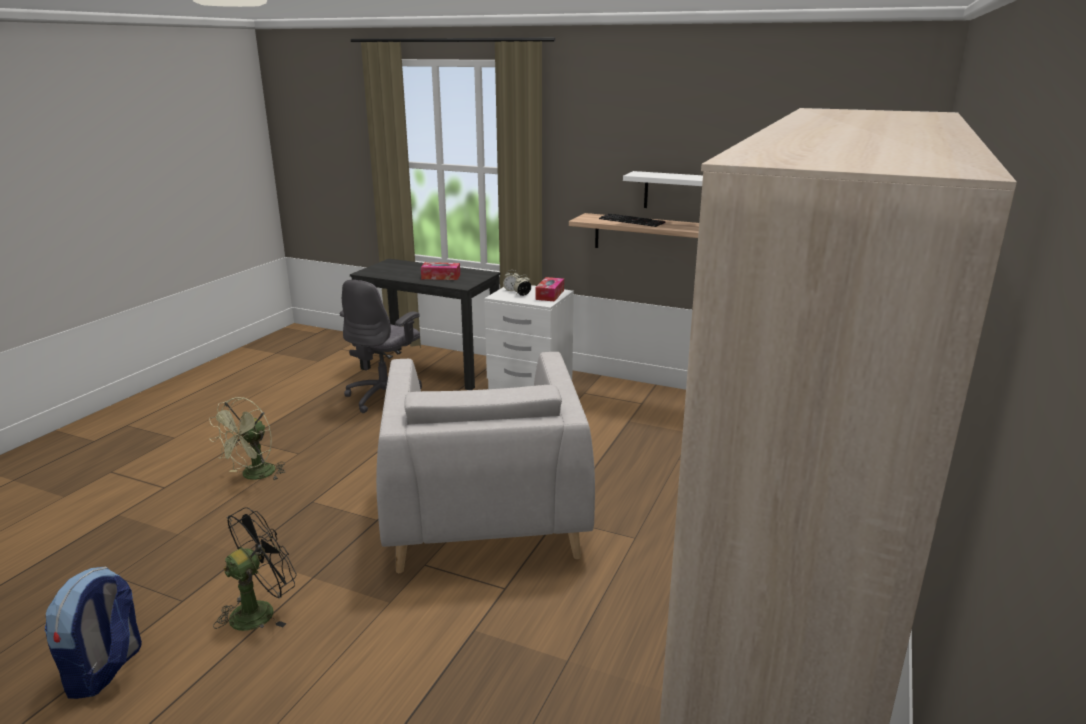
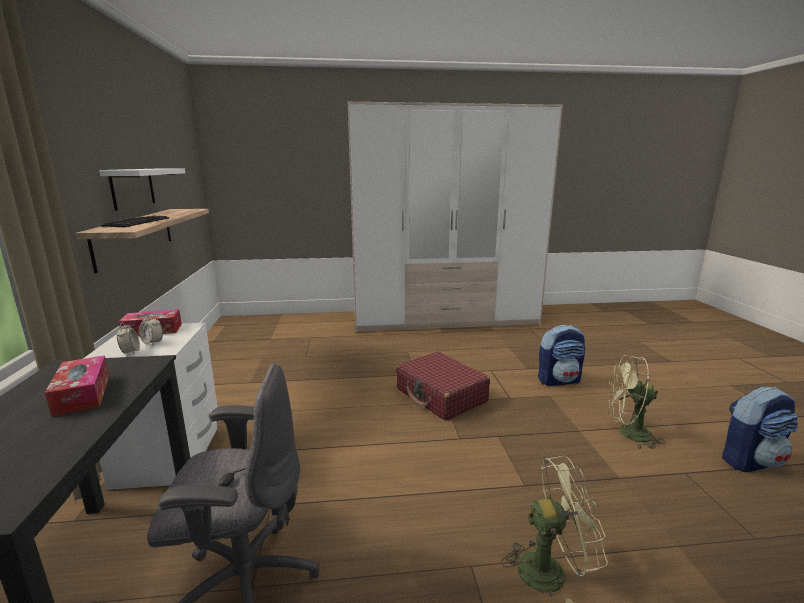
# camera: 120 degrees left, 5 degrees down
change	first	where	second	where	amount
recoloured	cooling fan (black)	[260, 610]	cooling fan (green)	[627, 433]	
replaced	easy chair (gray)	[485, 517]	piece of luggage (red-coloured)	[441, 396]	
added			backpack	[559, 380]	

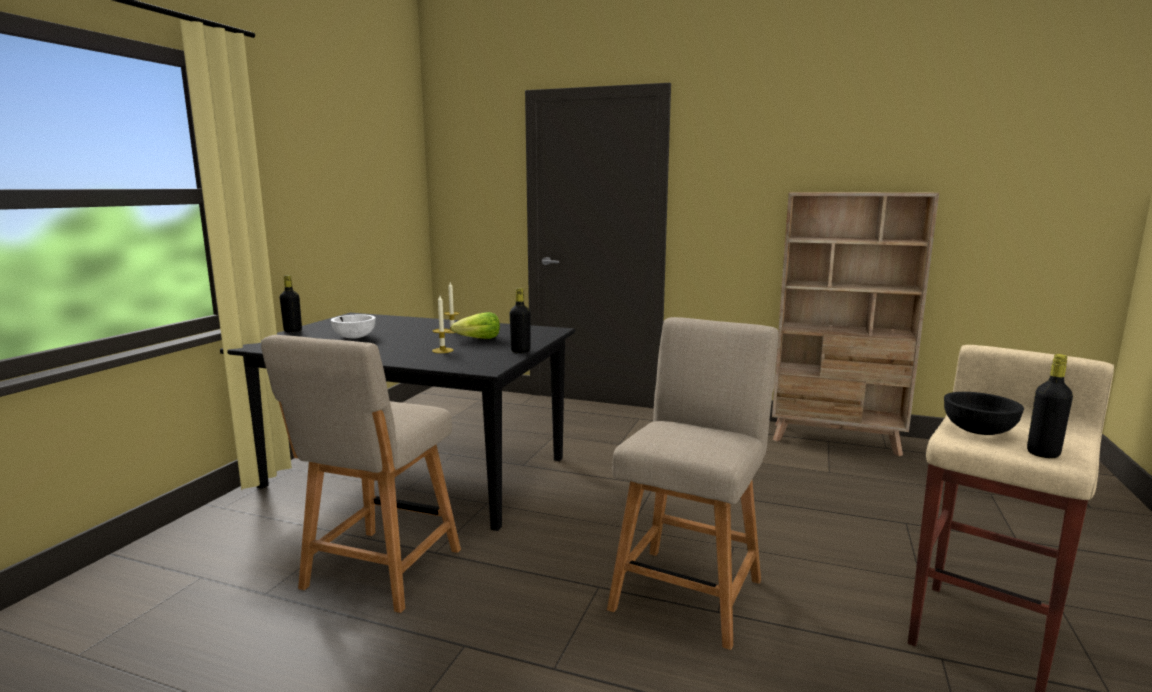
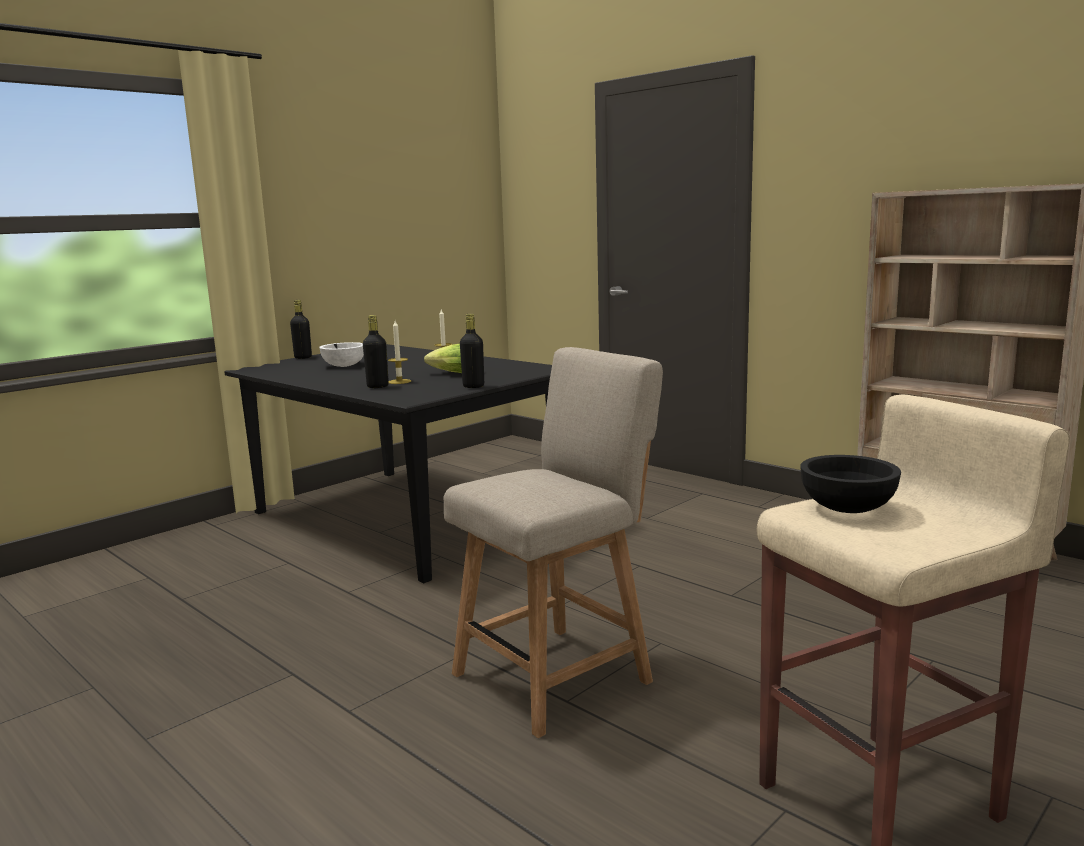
# camera: 25 degrees right, 0 degrees up
change	first	where	second	where	amount
removed	chair (beige)	[378, 572]			
moved	bottle (black)	[1043, 453]		[377, 386]	

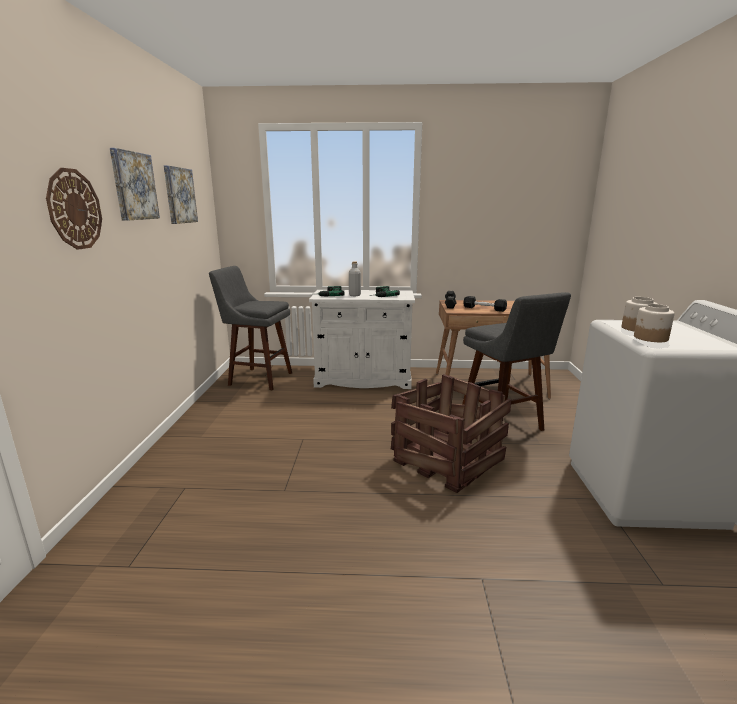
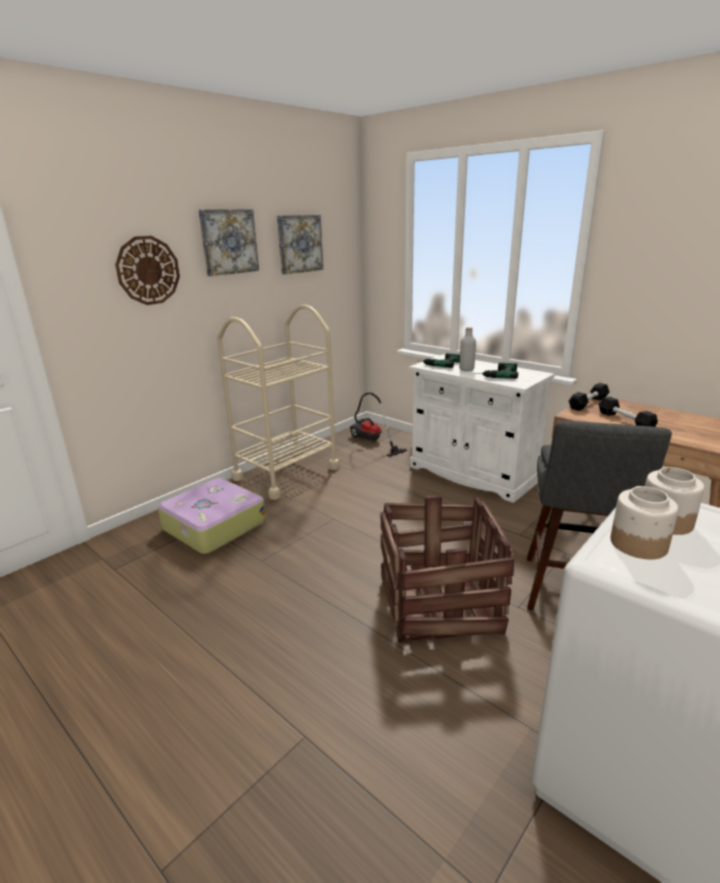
# camera: 40 degrees right, 5 degrees up
change	first	where	second	where	amount
replaced	sitting stool (gray)	[258, 378]	vacuum	[371, 441]	
added			piece of luggage	[213, 526]	
added			wheeled cart (beige)	[286, 473]	

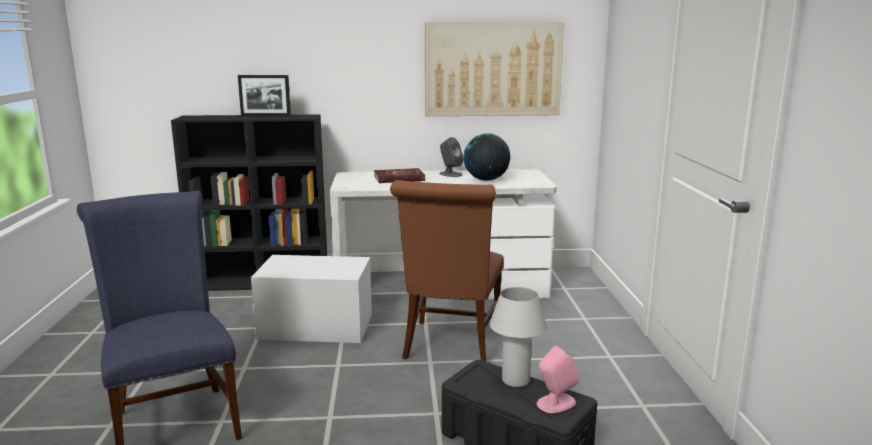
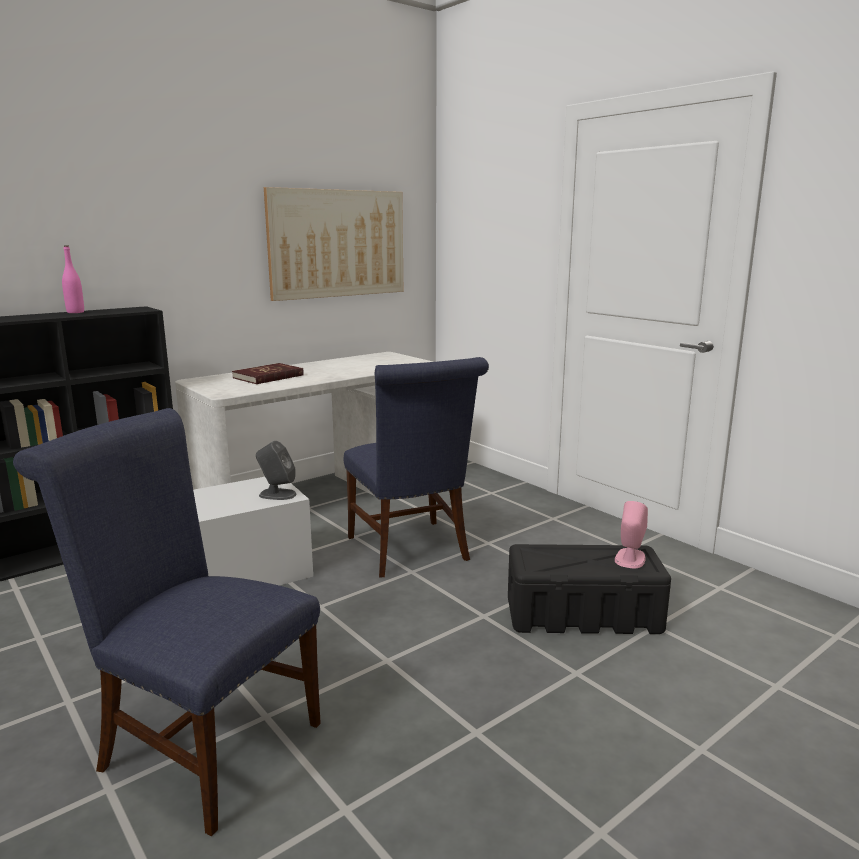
# camera: 35 degrees left, 0 degrees up
change	first	where	second	where	amount
replaced	standing frame	[266, 115]	bottle (pink)	[75, 312]	
recoloured	chair (brownish)	[451, 346]	chair (blue-coloured)	[411, 551]	
moved	speaker (gray)	[450, 174]		[277, 494]	
removed	world globe	[486, 180]			
removed	lamp for a table (white-coloured)	[515, 381]			

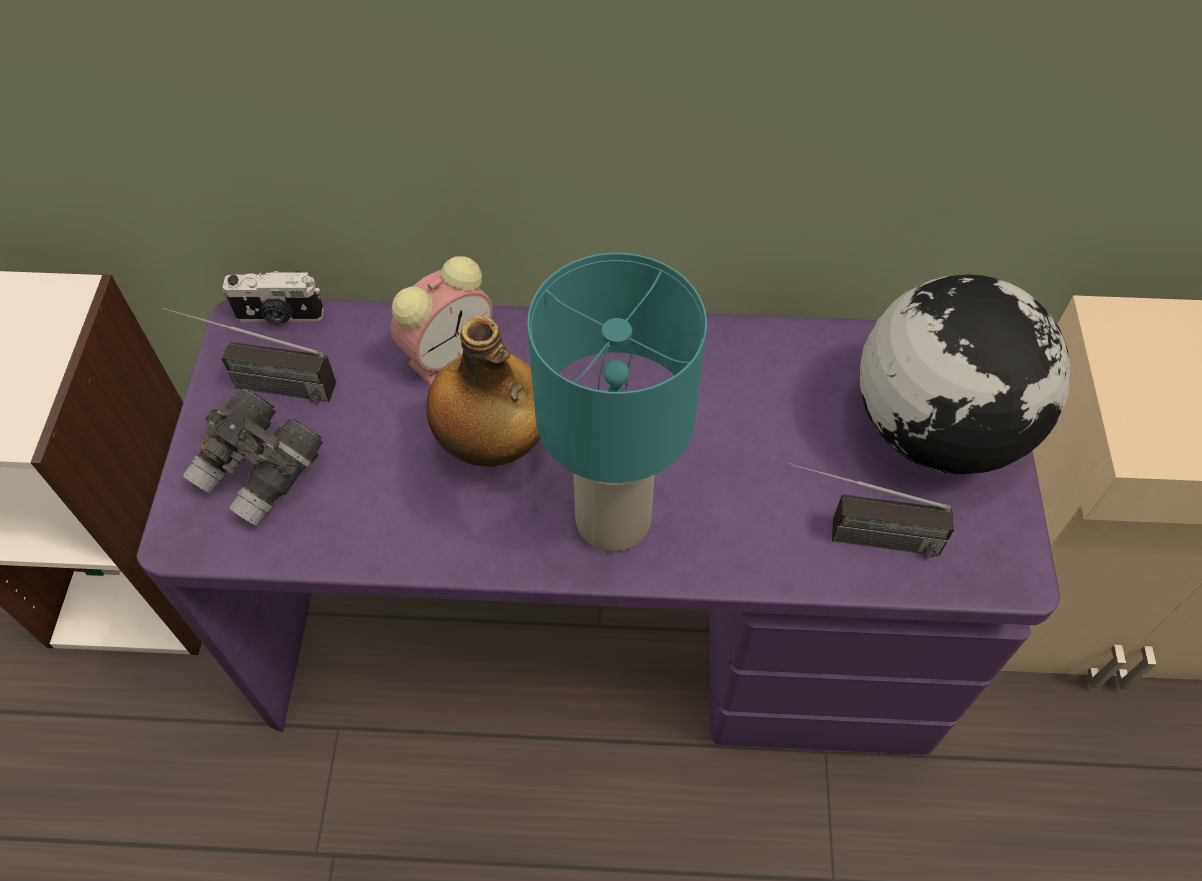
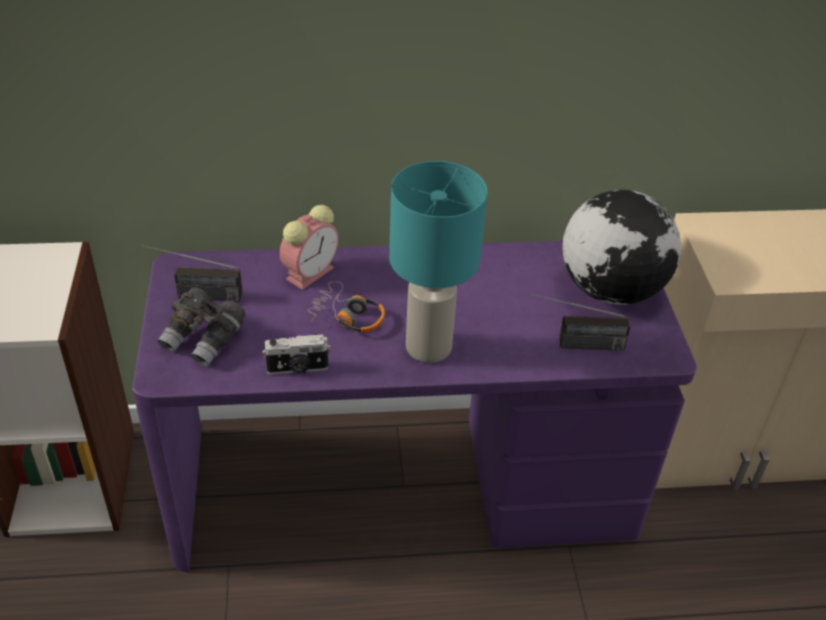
# camera: 10 degrees left, 15 degrees down
change	first	where	second	where	amount
moved	still camera	[280, 316]		[297, 369]	
replaced	bottle	[493, 446]	pair of headphones	[347, 316]	

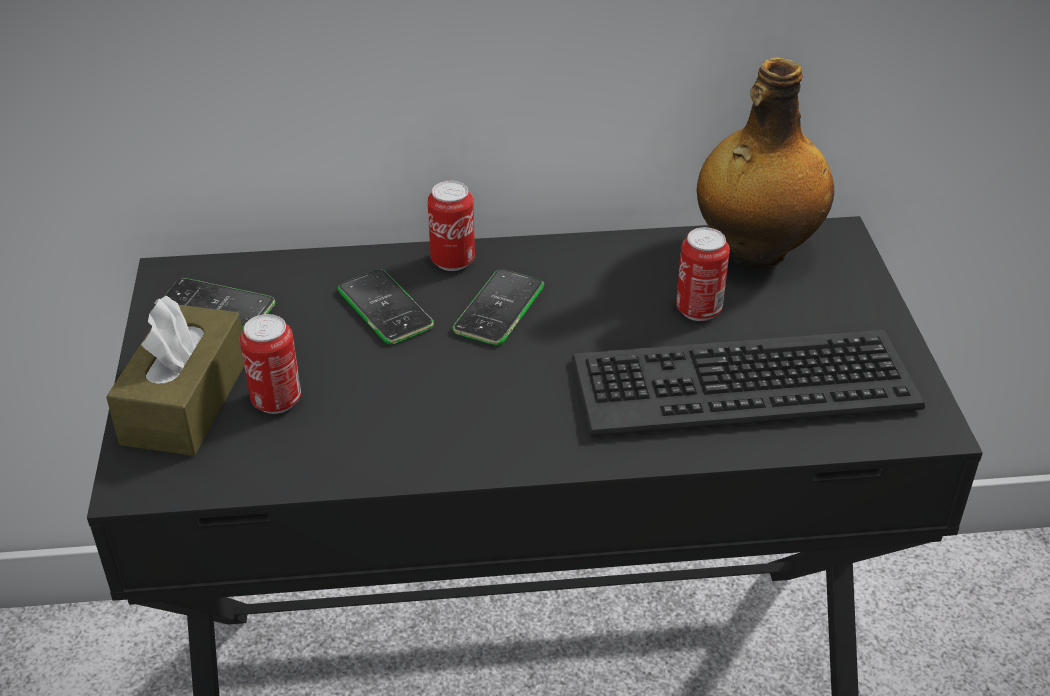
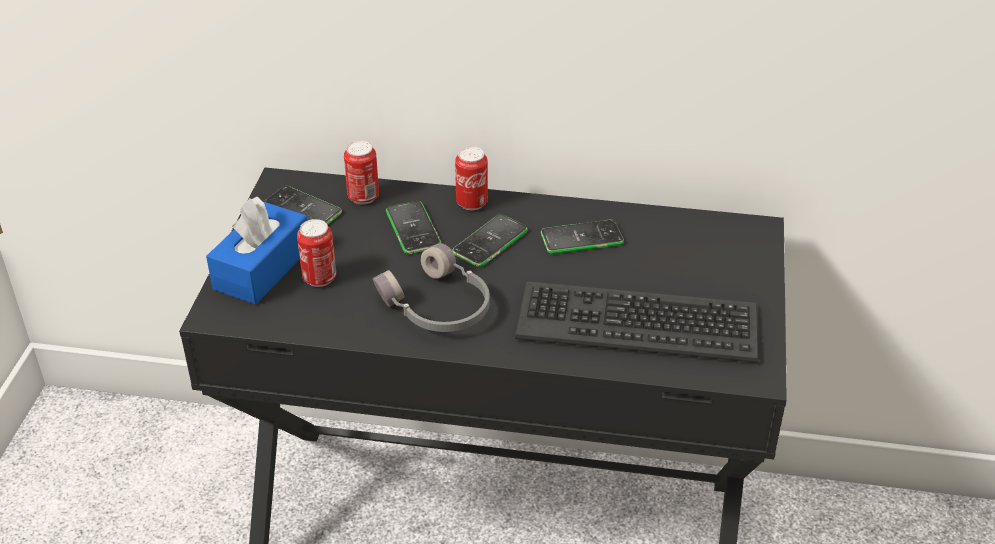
# camera: 15 degrees right, 0 degrees up
change	first	where	second	where	amount
recoloured	box of tissues (brownish)	[185, 401]	box of tissues (blue-coloured)	[262, 268]	
moved	sealed can	[698, 310]		[363, 197]	
removed	bottle	[754, 251]			
added			pair of headphones (gray)	[437, 307]	
added			handset	[582, 238]	

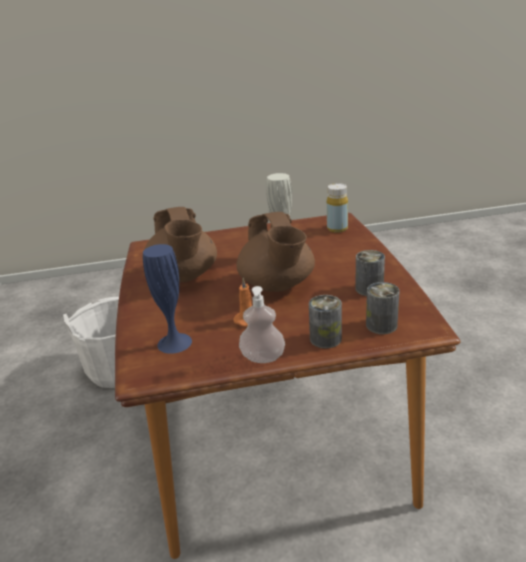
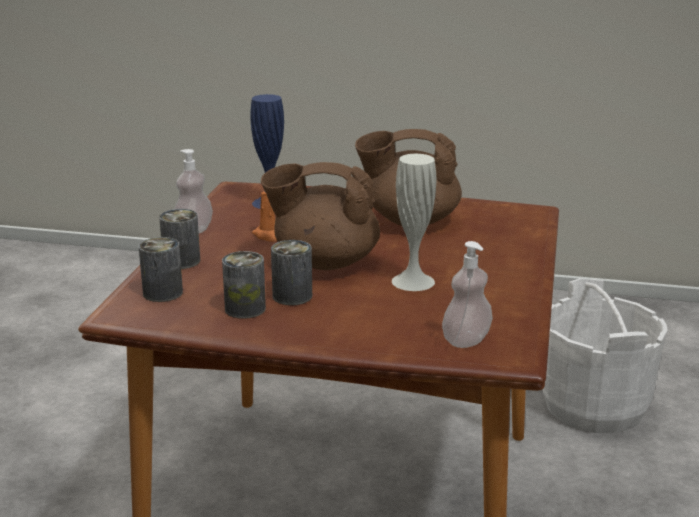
# camera: 110 degrees right, 5 degrees down
change	first	where	second	where	amount
replaced	bottle (yellowish)	[337, 228]	soap bottle	[466, 340]	
added			sealed can	[292, 296]	

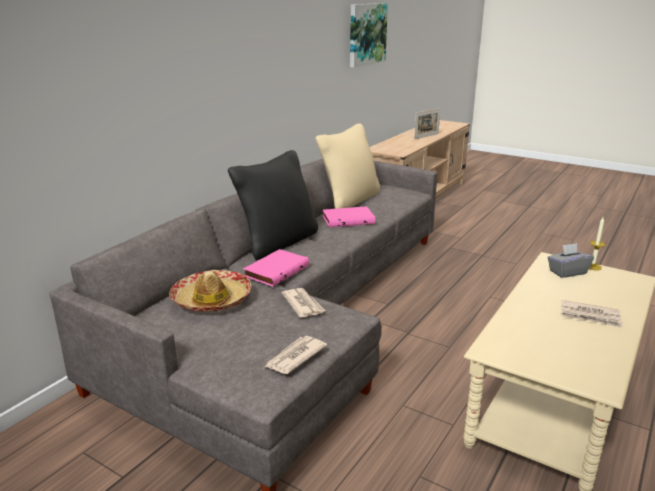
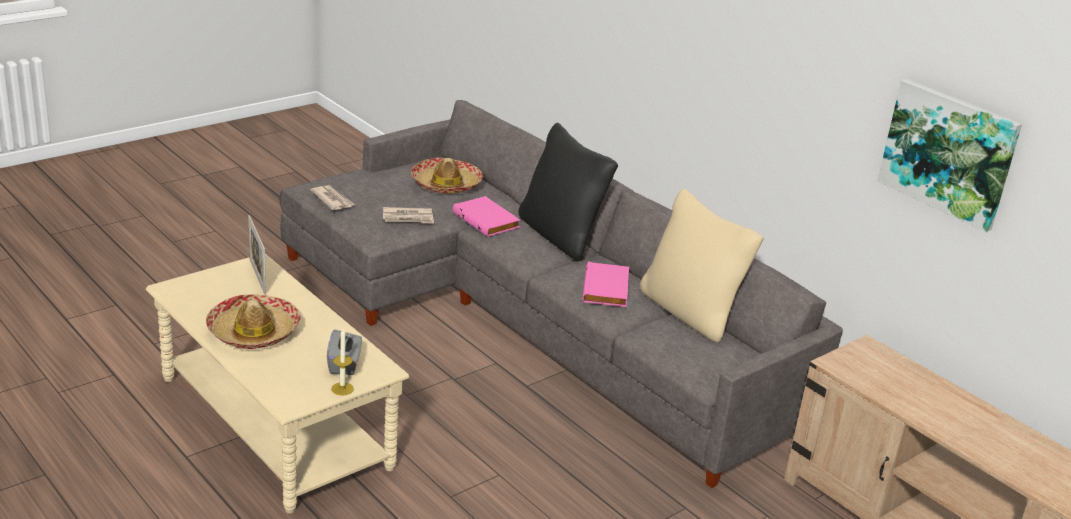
# camera: 105 degrees right, 5 degrees up
change	first	where	second	where	amount
moved	standing frame	[426, 136]		[257, 277]	
replaced	newspaper	[590, 316]	clothing hat	[253, 331]	

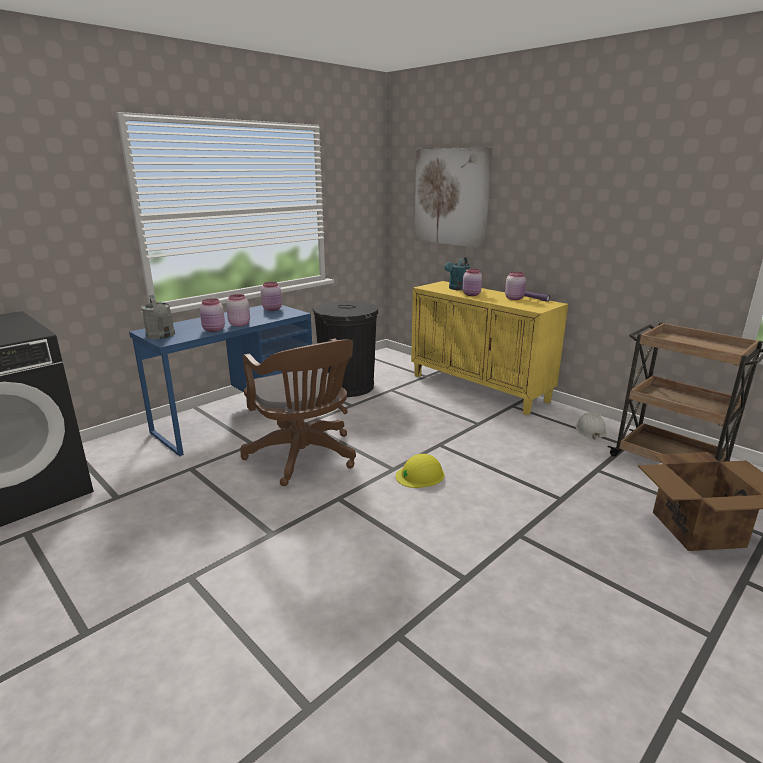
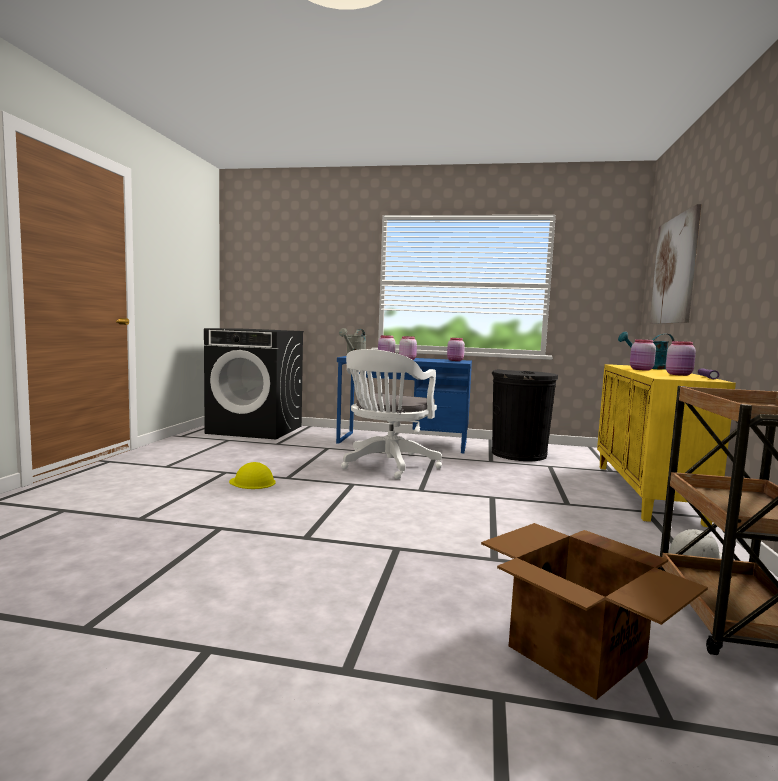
# camera: 55 degrees right, 15 degrees down
change	first	where	second	where	amount
recoloured	desk chair (brownish)	[304, 457]	desk chair (white-coloured)	[387, 466]	
moved	hard hat (yellowish)	[420, 475]		[252, 482]	

